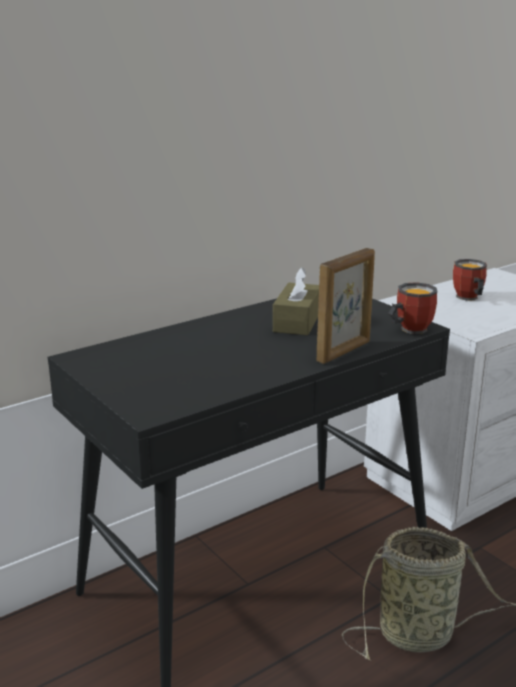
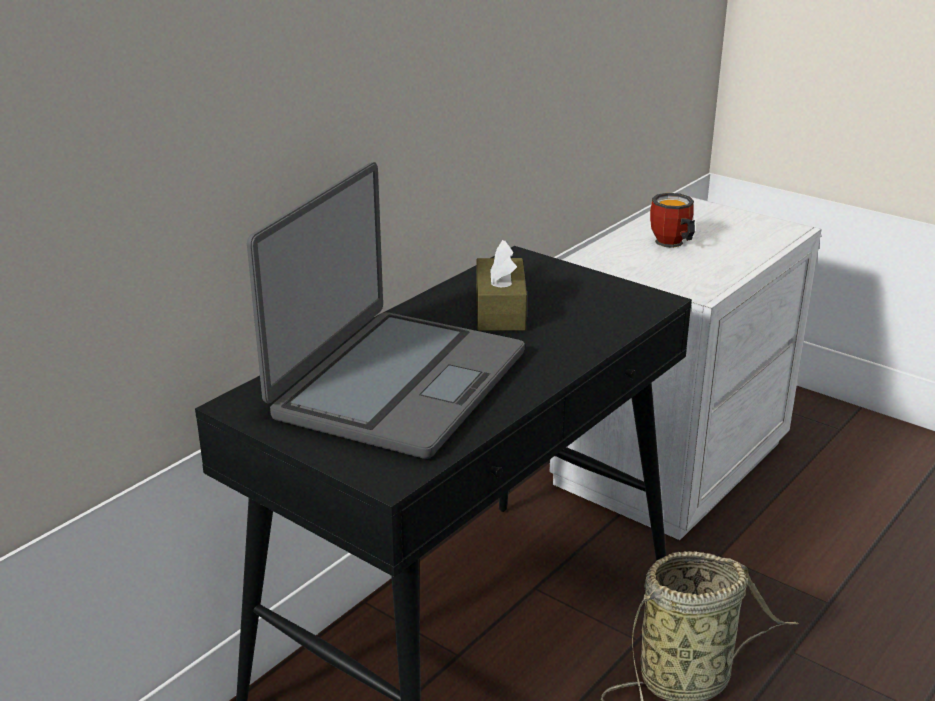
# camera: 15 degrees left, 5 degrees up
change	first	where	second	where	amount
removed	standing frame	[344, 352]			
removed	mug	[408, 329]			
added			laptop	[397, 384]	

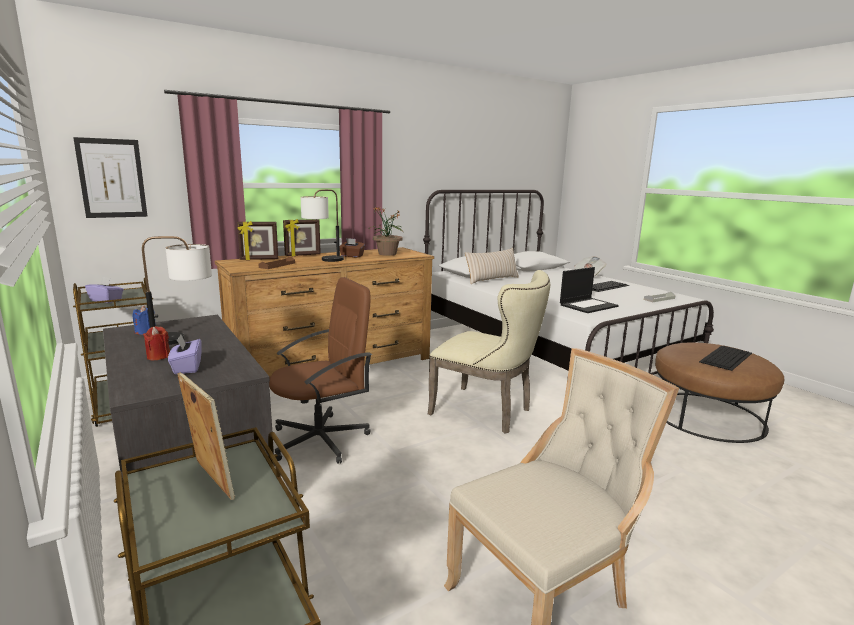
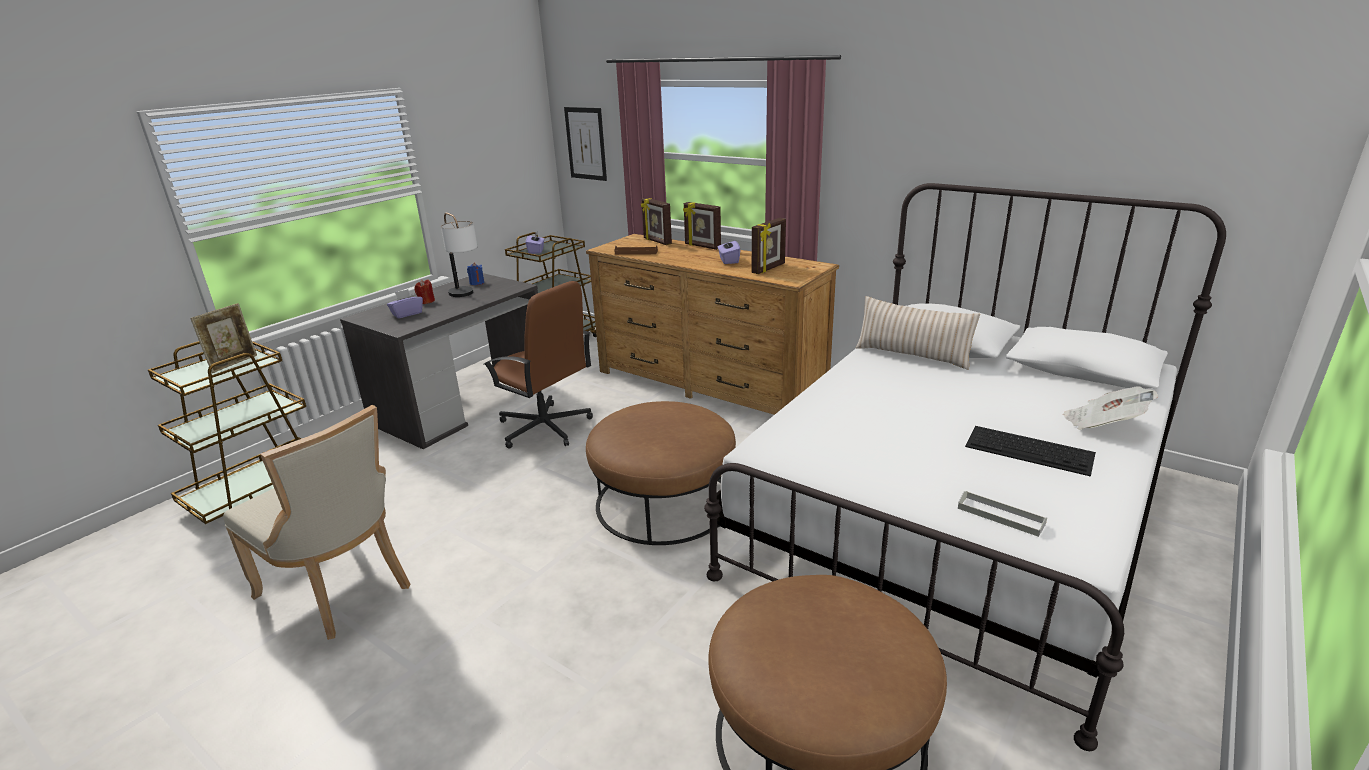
# camera: 70 degrees right, 10 degrees up
change	first	where	second	where	amount
removed	lamp for a table	[323, 261]			
recoloured	box of tissues (brownish)	[351, 256]	box of tissues (purple)	[728, 260]	
replaced	houseplant	[387, 254]	standing frame	[769, 268]	
replaced	chair (beige)	[487, 412]	footrest (brownish)	[664, 501]	
removed	laptop	[588, 305]			
removed	computer keyboard	[726, 357]			

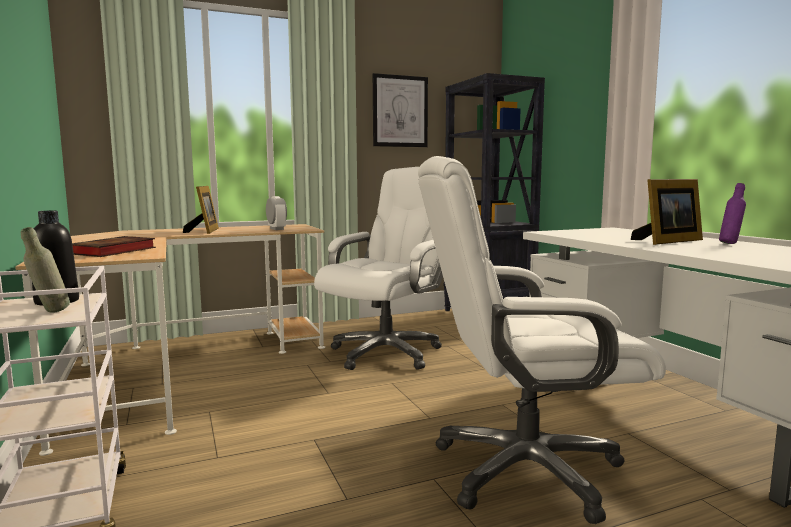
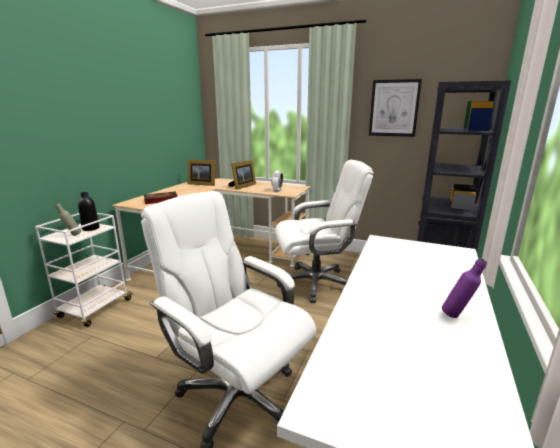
# camera: 45 degrees right, 10 degrees up
change	first	where	second	where	amount
moved	standing frame	[667, 241]		[201, 184]	

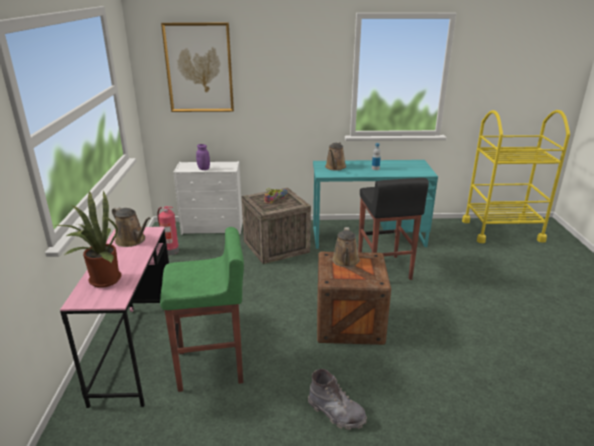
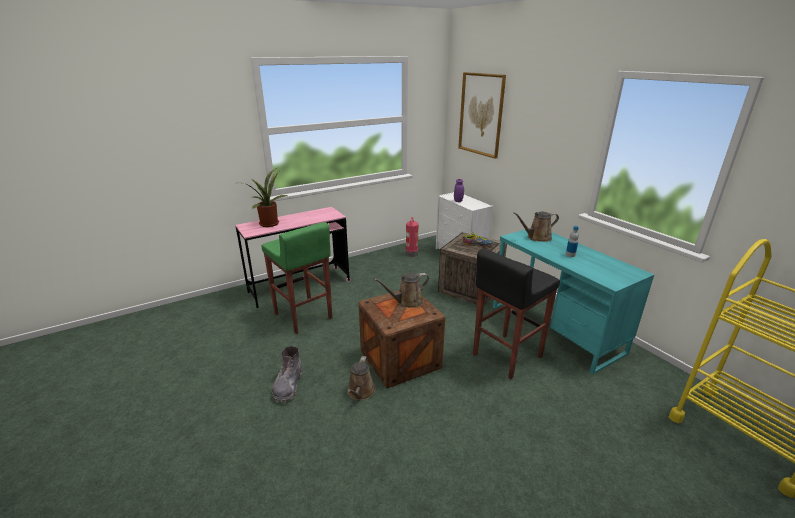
# camera: 60 degrees right, 0 degrees up
change	first	where	second	where	amount
moved	watering pot (brownish)	[132, 241]		[360, 392]	

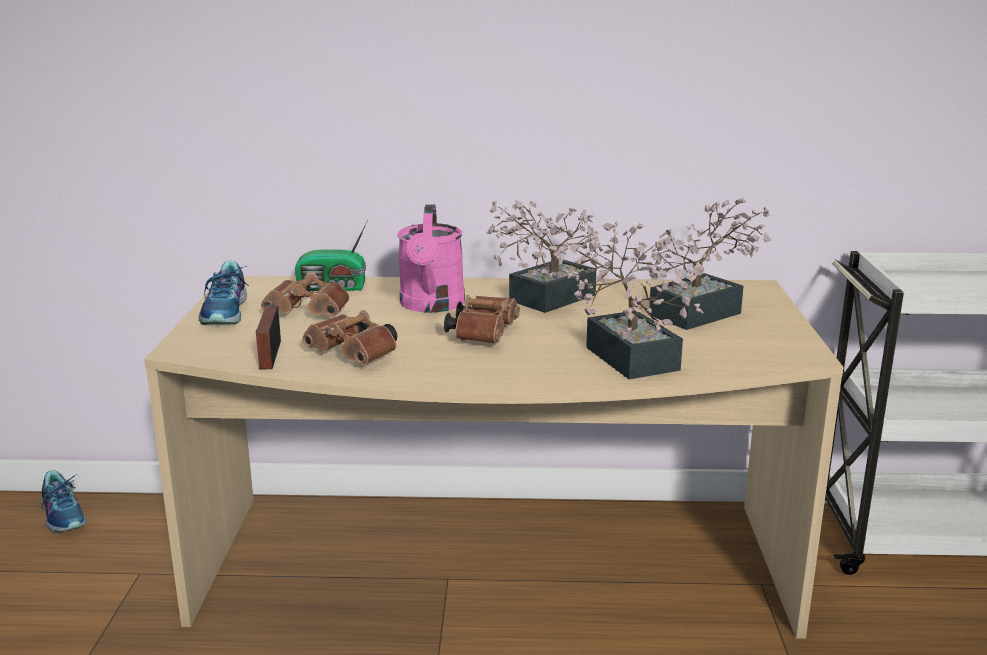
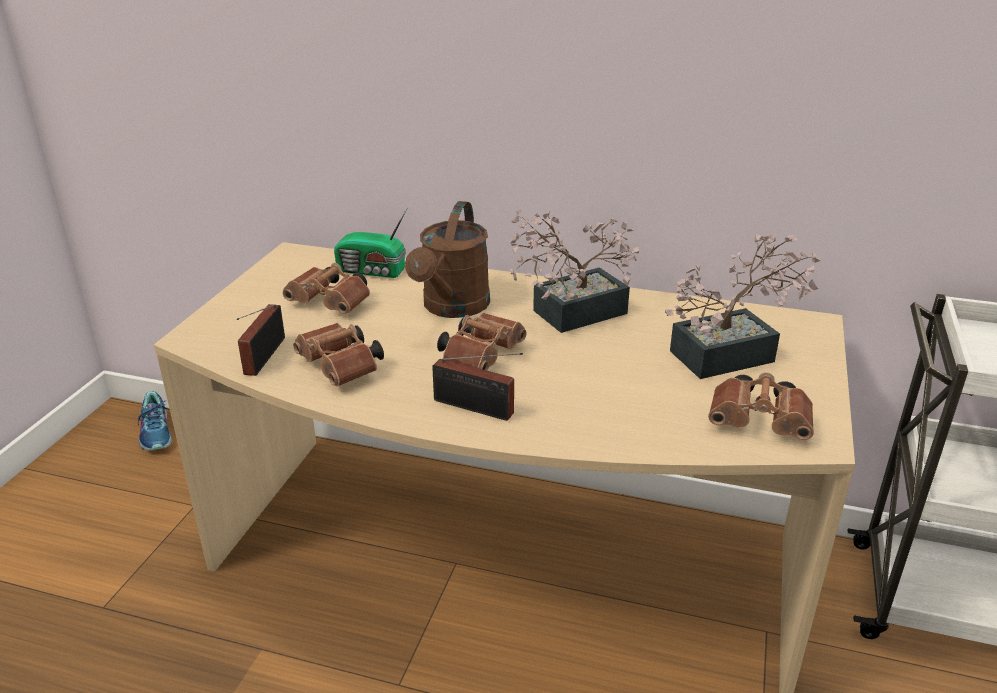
# camera: 15 degrees right, 10 degrees up
change	first	where	second	where	amount
removed	shoe	[227, 312]			
recoloured	watering pot (pink)	[431, 306]	watering pot (brownish)	[452, 308]	
removed	houseplant	[627, 354]			
added			radio set	[477, 409]	
added			field glasses (brownish)	[762, 423]	

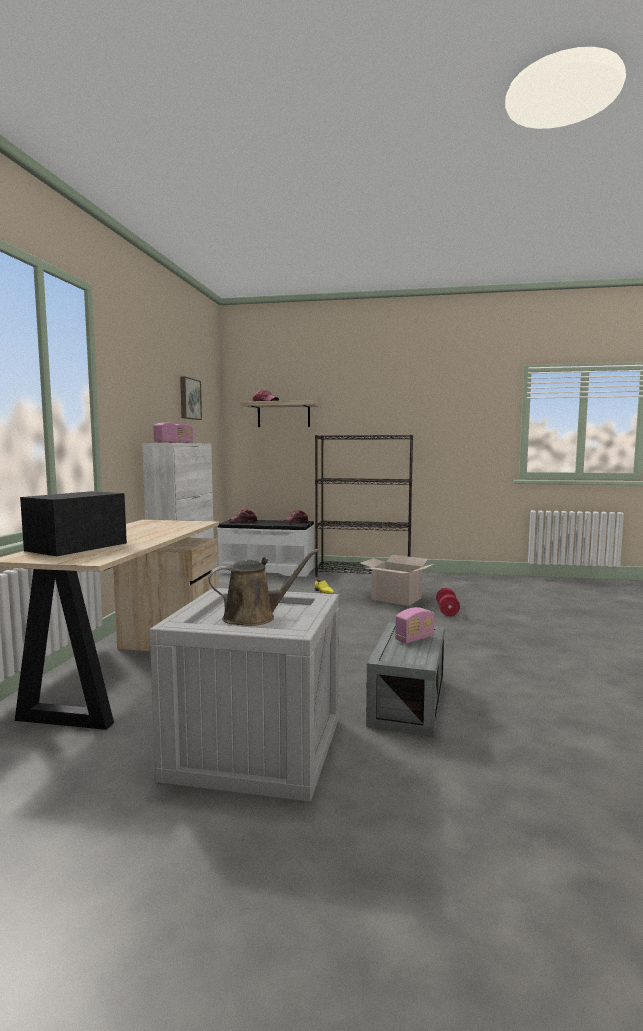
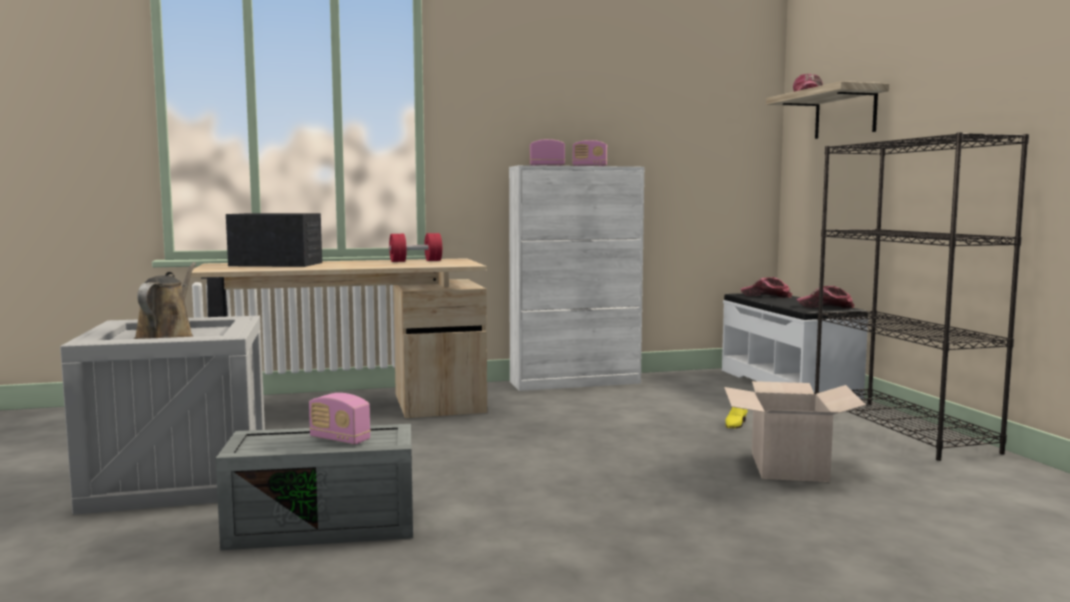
# camera: 65 degrees right, 0 degrees up
change	first	where	second	where	amount
removed	wall art	[189, 399]			
turned	watering pot (brownish)	[254, 617]		[167, 336]	135 degrees counterclockwise
moved	dumbbell (red-coloured)	[447, 611]		[415, 261]	

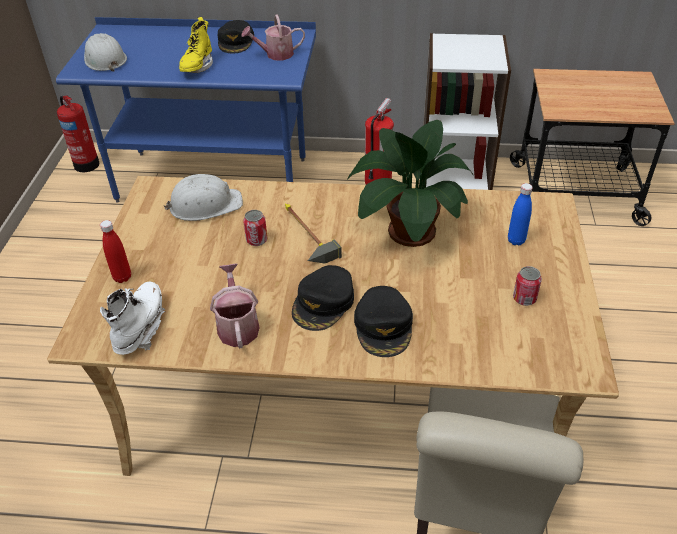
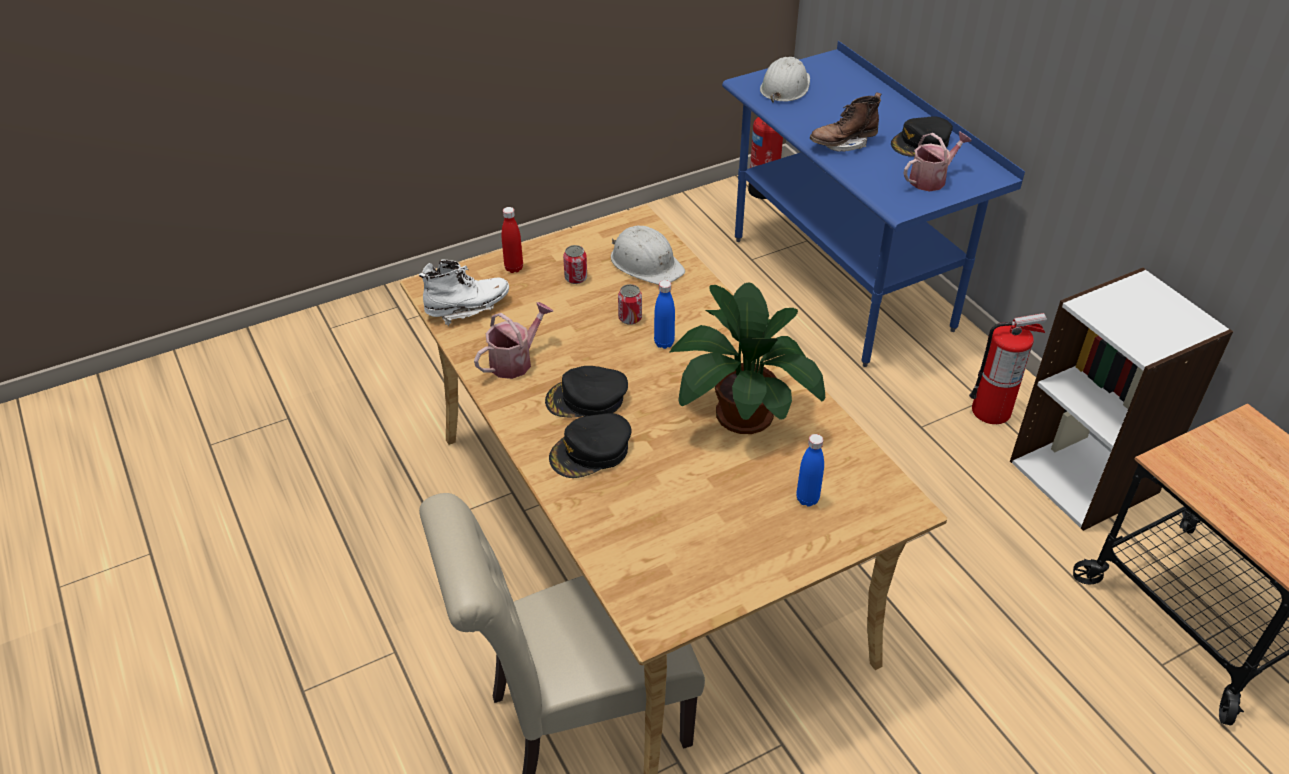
# camera: 55 degrees right, 0 degrees up
change	first	where	second	where	amount
recoloured	tall boot (yellowish)	[197, 67]	tall boot (brownish)	[843, 144]	
turned	watering pot	[275, 54]		[931, 179]	105 degrees clockwise
replaced	hand hammer	[302, 235]	bottle (blue-coloured)	[664, 343]	
moved	sealed can	[524, 298]		[576, 278]	

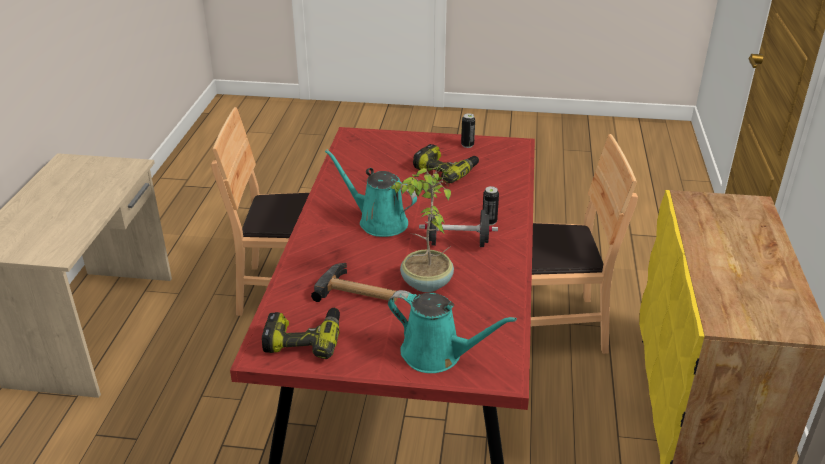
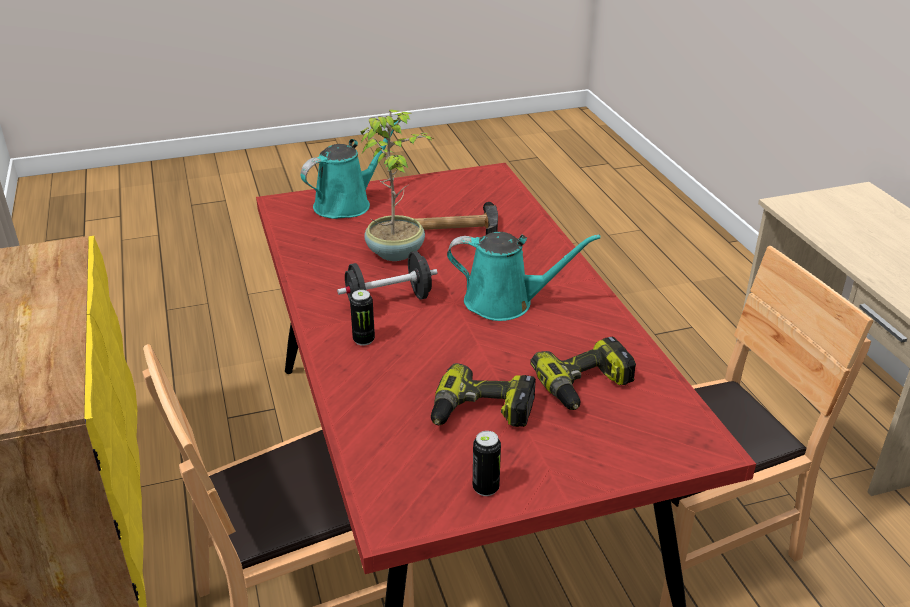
# camera: 155 degrees right, 0 degrees up
change	first	where	second	where	amount
moved	electric drill	[304, 339]		[585, 386]	
turned	watering pot (turquoise-coloured)	[437, 354]		[347, 204]	135 degrees clockwise

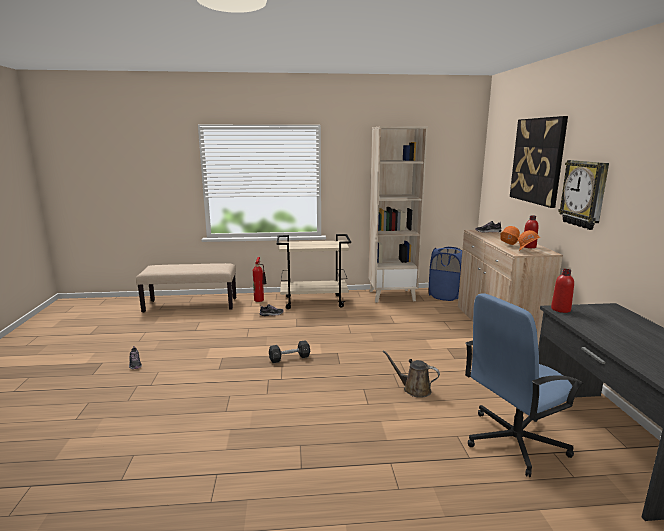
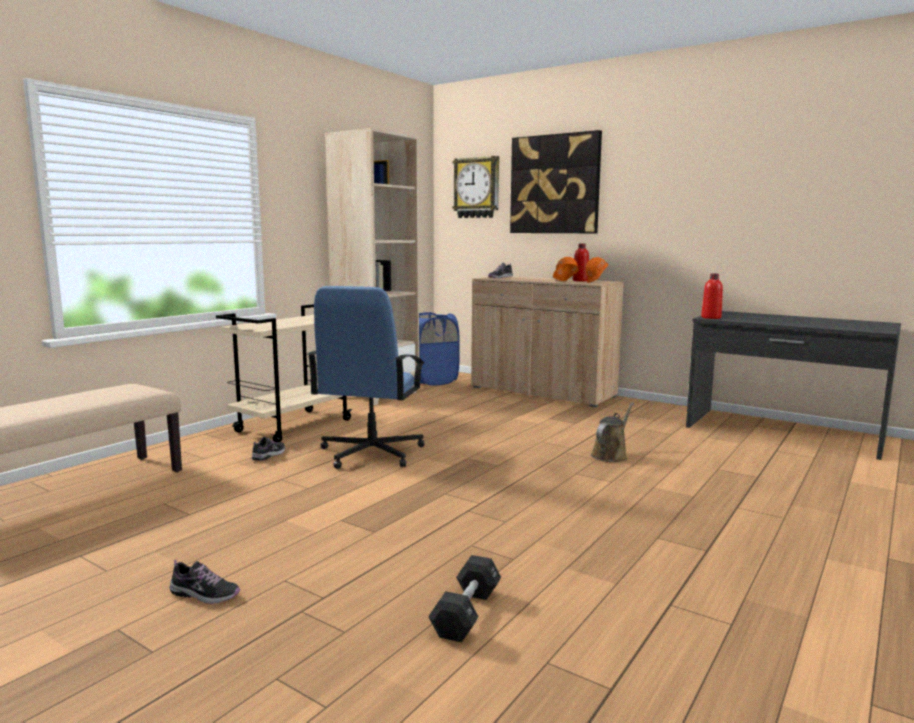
# camera: 50 degrees left, 5 degrees down
change	first	where	second	where	amount
removed	fire extinguisher	[260, 300]			
moved	dumbbell (black)	[289, 358]		[466, 613]	
turned	watering pot (brownish)	[414, 389]		[610, 455]	150 degrees clockwise
moved	desk chair (blue-coloured)	[513, 441]		[370, 453]	
moved	clock on the wall	[584, 194]		[477, 188]	

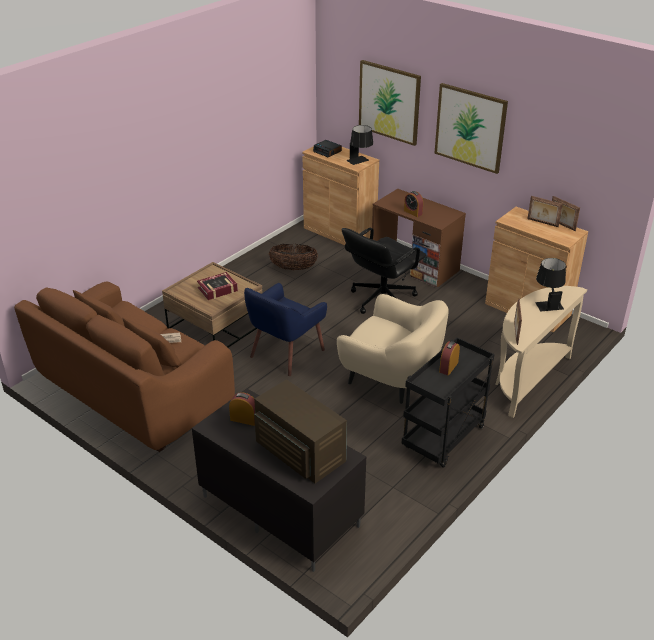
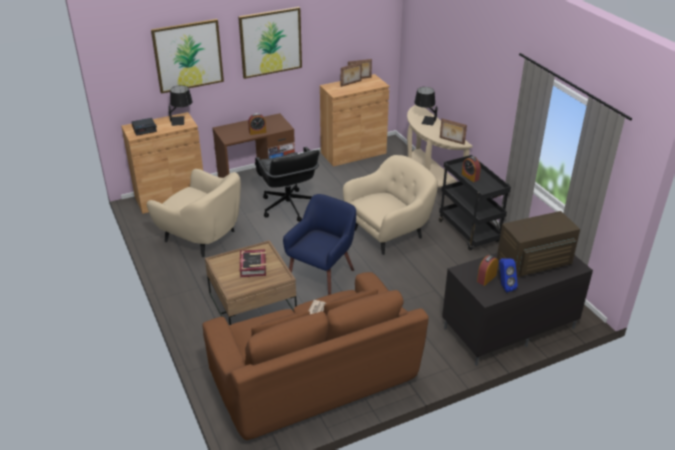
# camera: 65 degrees left, 0 degrees up
change	first	where	second	where	amount
turned	easy chair (blue-coloured)	[286, 353]		[322, 274]	120 degrees counterclockwise
replaced	storage basket	[293, 268]	easy chair (beige)	[202, 237]	
added			speaker (blue-coloured)	[504, 286]	

